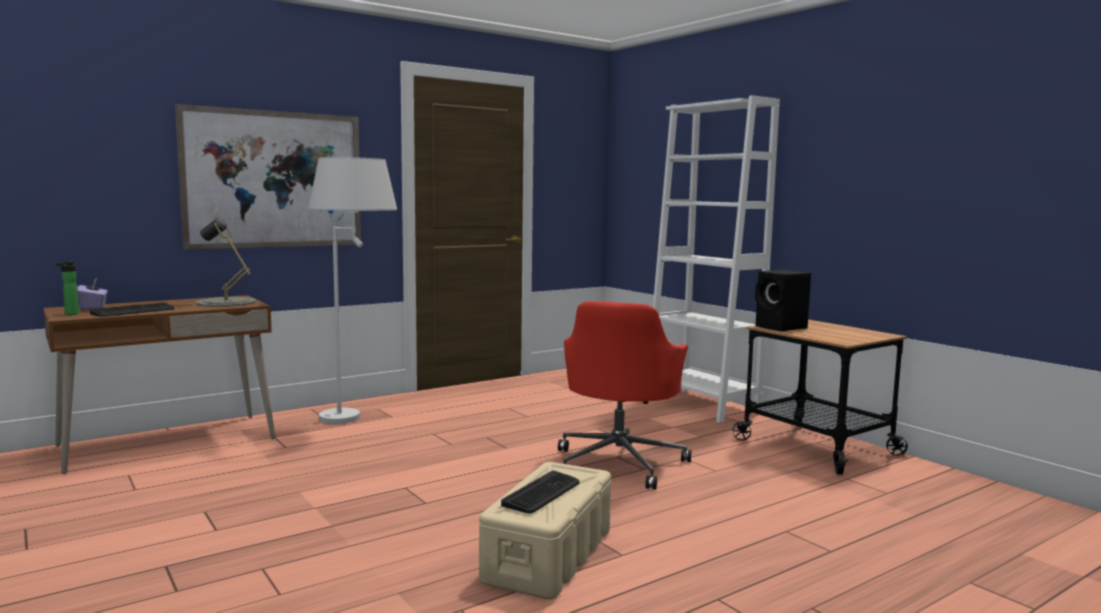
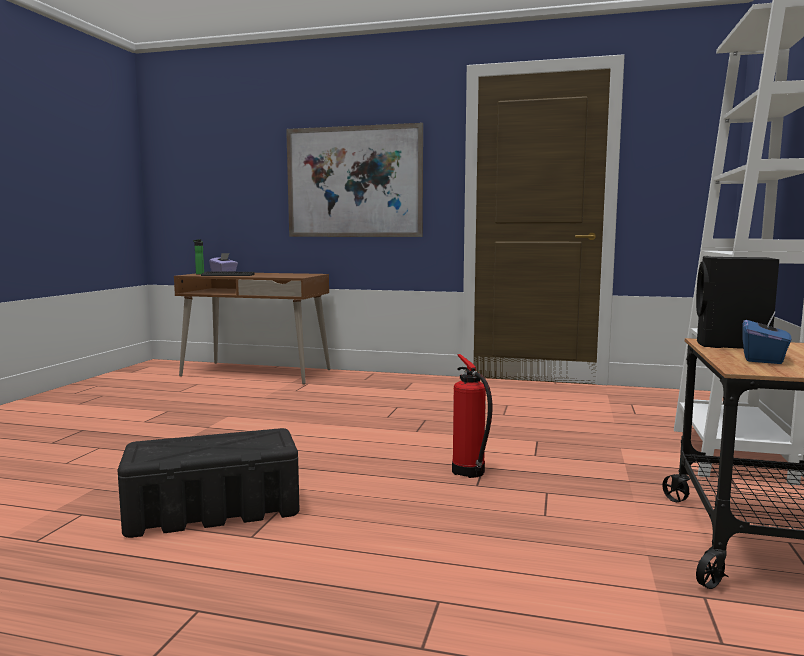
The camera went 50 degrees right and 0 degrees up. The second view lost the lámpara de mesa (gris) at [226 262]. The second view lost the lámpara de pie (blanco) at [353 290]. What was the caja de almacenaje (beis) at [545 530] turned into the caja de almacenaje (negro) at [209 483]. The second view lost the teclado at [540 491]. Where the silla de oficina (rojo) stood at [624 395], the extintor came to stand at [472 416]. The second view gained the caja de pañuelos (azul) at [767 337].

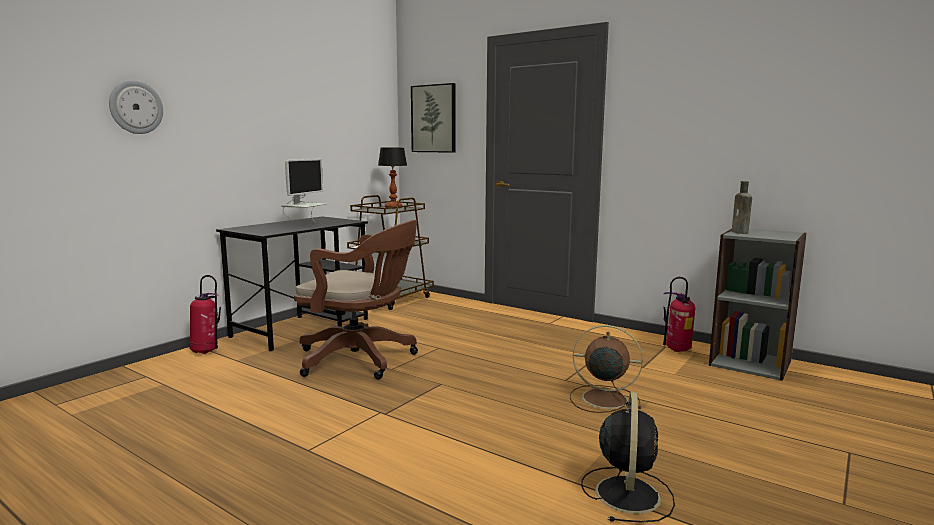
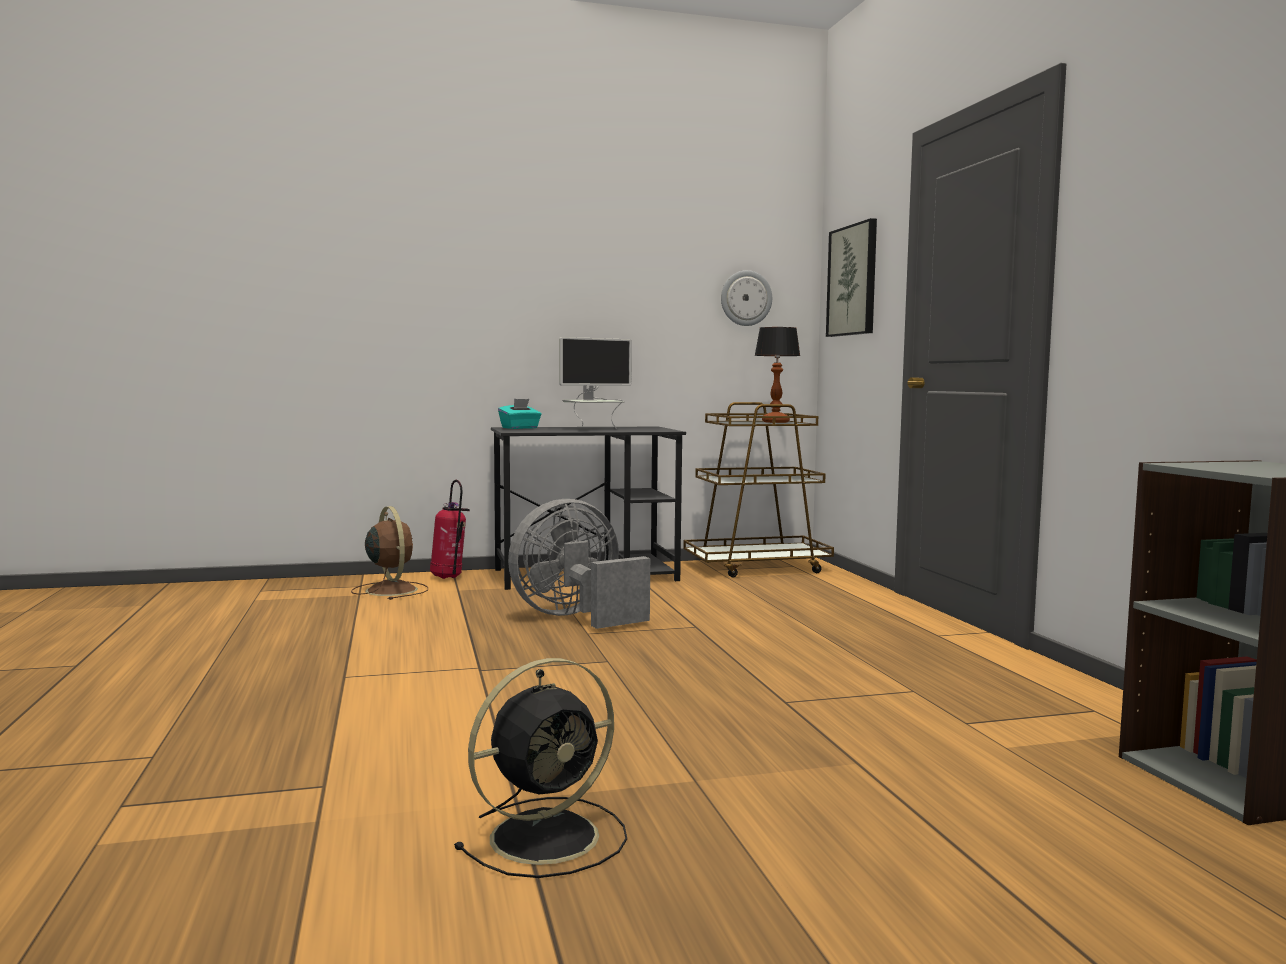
The camera went 40 degrees right and 5 degrees down. The reloj de pared ended up elsewhere, having gone from [136 107] to [746 298]. Where the silla de oficina (marrón) stood at [356 300], the ventilador (gris) came to stand at [579 564]. The ventilador (marrón) ended up elsewhere, having gone from [606 369] to [389 553]. The second view lost the extintor at [679 314]. The second view lost the botella (marrón) at [742 207]. The second view gained the caja de pañuelos (turquesa) at [520 414].

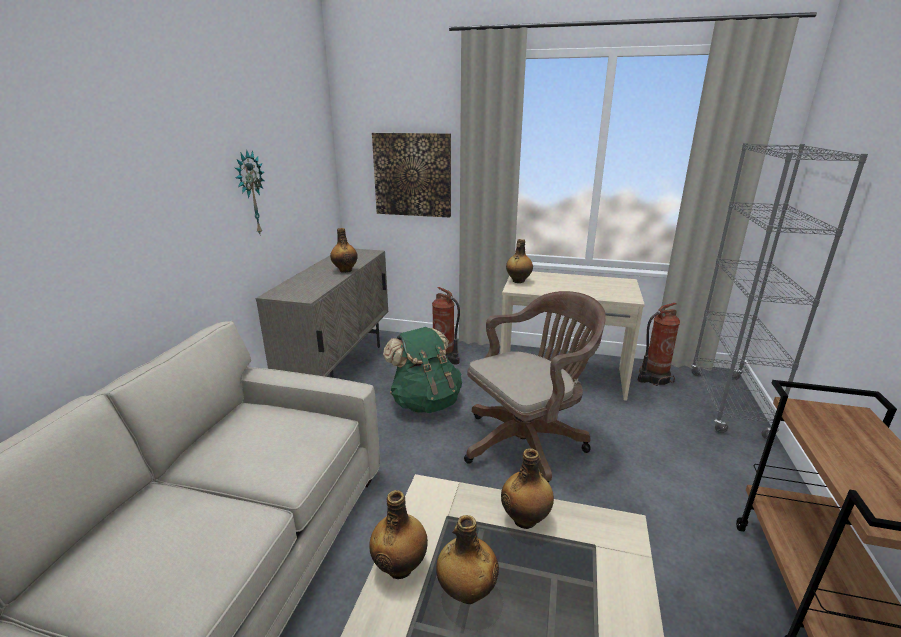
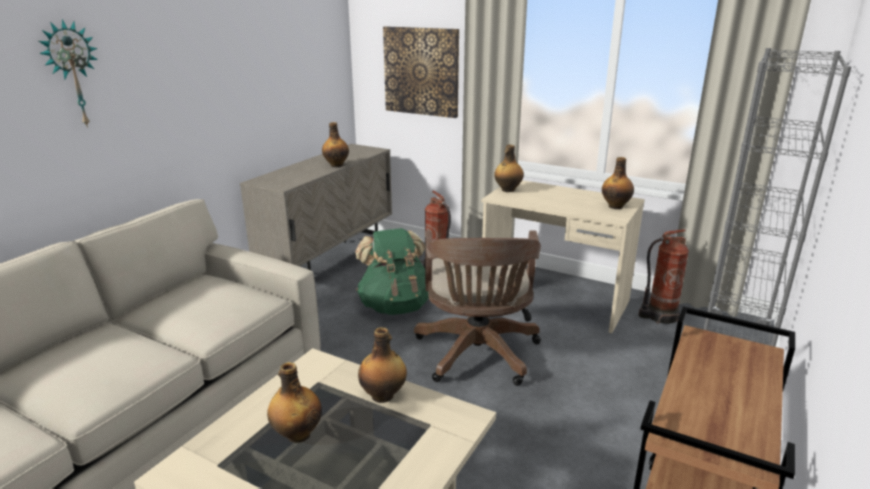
The camera went 15 degrees right and 0 degrees up. The reloj de pared ended up elsewhere, having gone from [249 192] to [68 73]. The botella ended up elsewhere, having gone from [398 534] to [618 183]. The silla de oficina (marrón) at [535 386] ended up facing another way, 105 degrees clockwise from before.

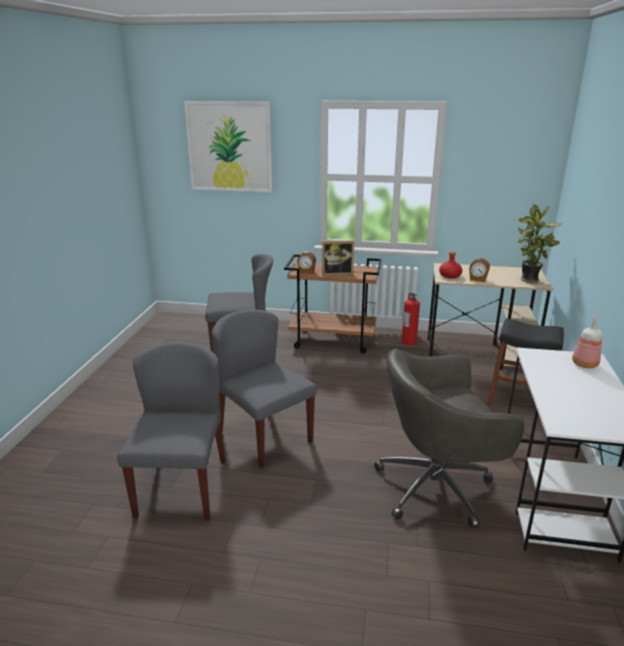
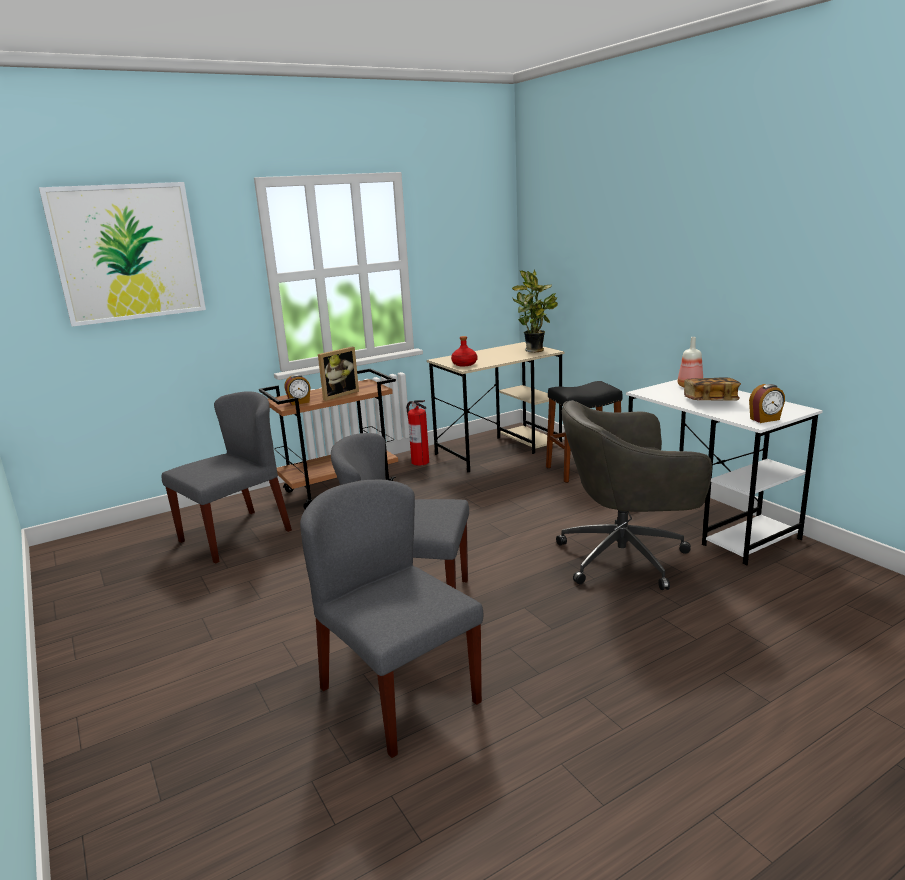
The camera went 40 degrees left and 5 degrees down. The silla de oficina (gris) at [449 438] ended up facing another way, 45 degrees clockwise from before. The despertador ended up elsewhere, having gone from [479 270] to [767 403]. The second view gained the libro at [712 388].

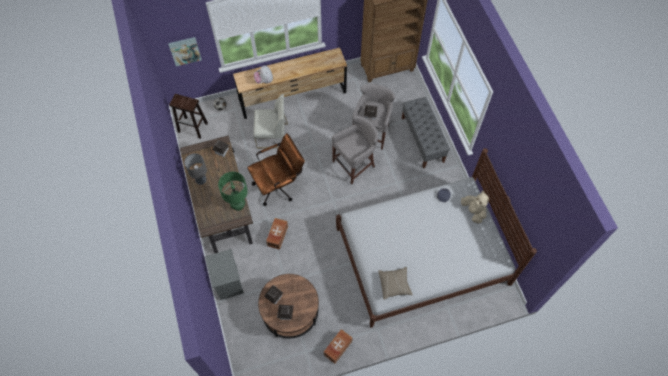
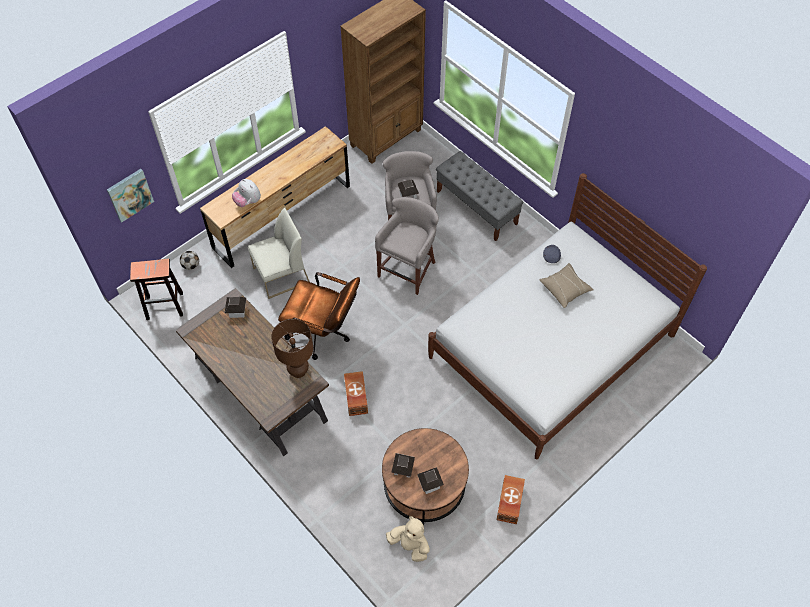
The camera went 25 degrees left and 5 degrees down. The second view lost the lámpara de mesa (gris) at [195 169]. The second view lost the mesita de noche (gris) at [224 274]. What was the lámpara de mesa (verde) at [233 191] turned into the lámpara de mesa (marrón) at [292 348]. The silla de oficina (marrón) at [276 169] ended up facing another way, 75 degrees clockwise from before. The cojín (beis) ended up elsewhere, having gone from [395 283] to [567 285]. The peluche (beis) ended up elsewhere, having gone from [475 206] to [408 539].

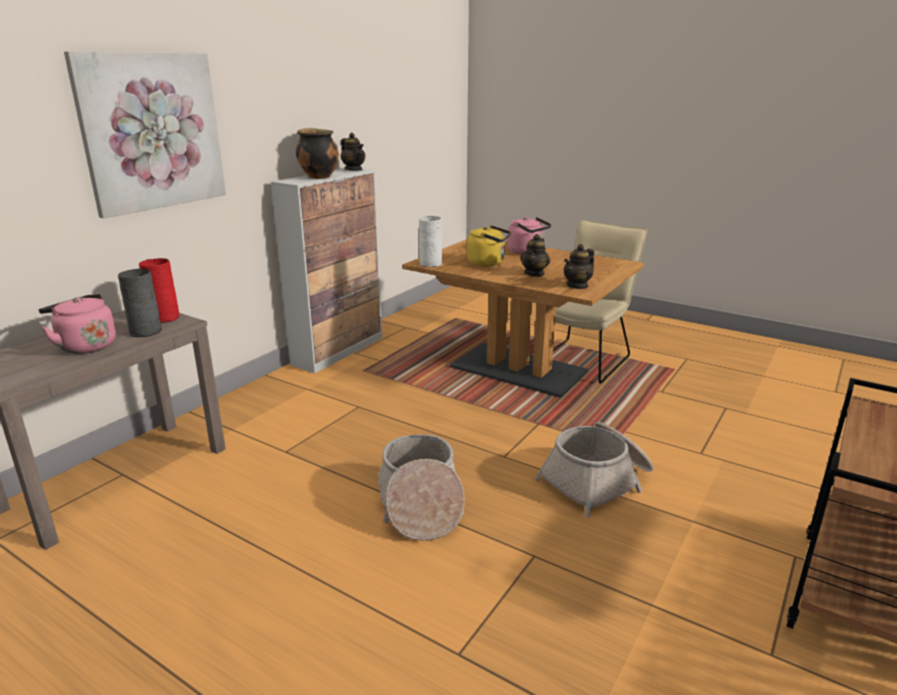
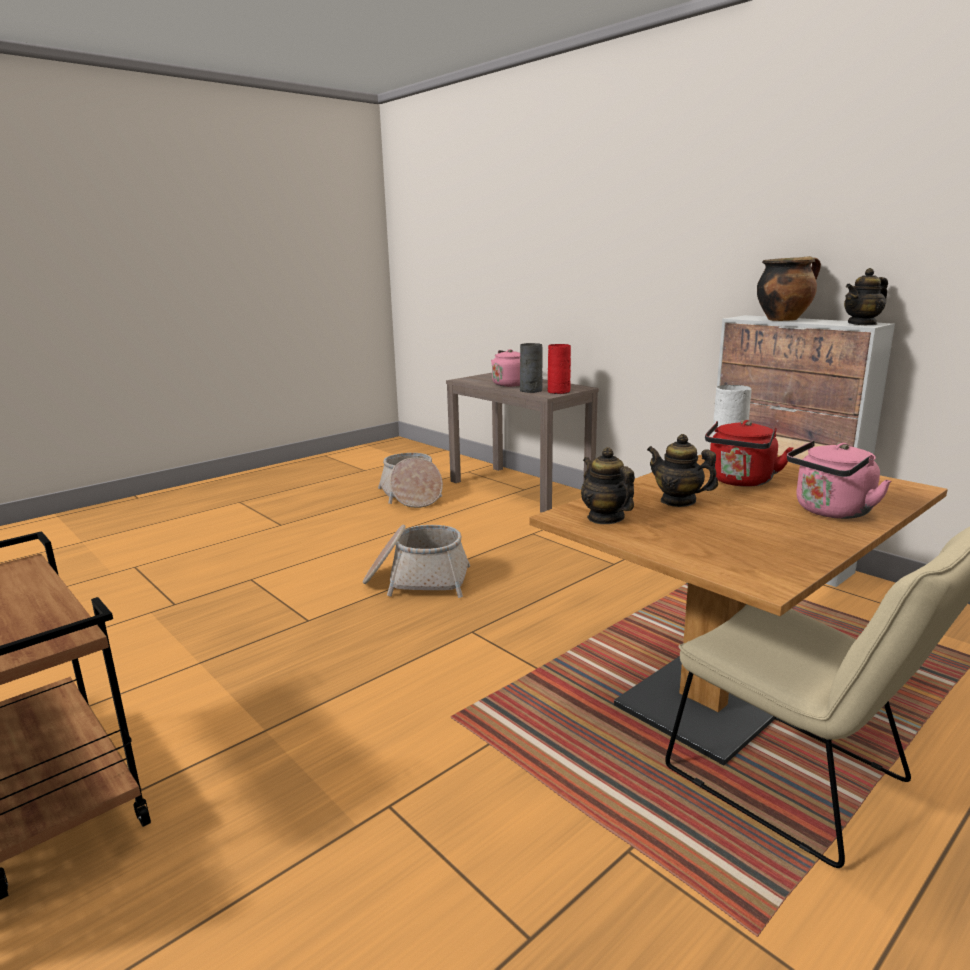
The camera went 105 degrees right and 5 degrees down. The second view lost the cuadro at [145 134]. What was the hervidor (amarillo) at [489 245] turned into the hervidor (rojo) at [749 453]. The cesta ended up elsewhere, having gone from [594 470] to [410 480].

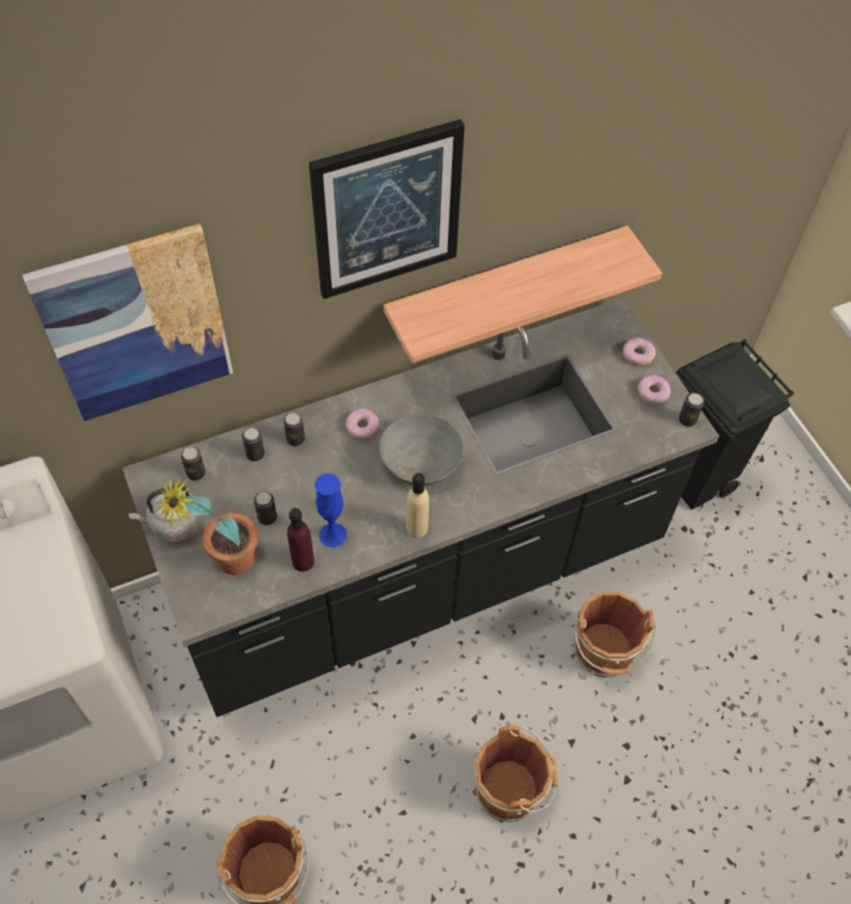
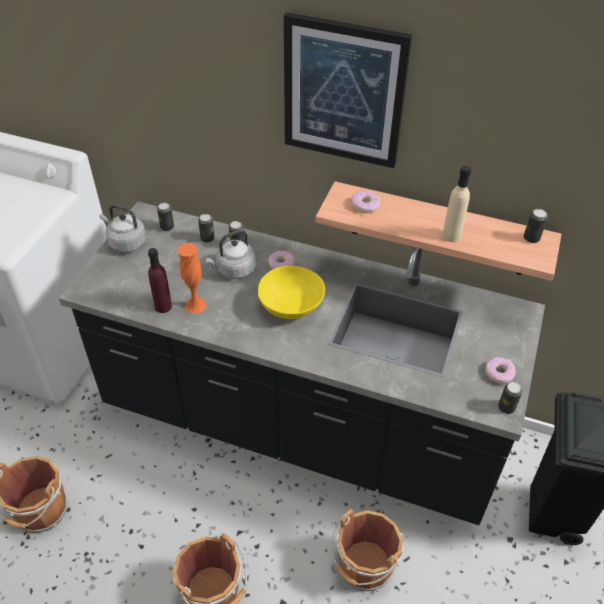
The camera went 45 degrees right and 10 degrees down. The second view lost the cuadro at [127 322]. The second view lost the planta en maceta at [207 526]. The lata ended up elsewhere, having gone from [265 508] to [536 226]. What was the florero (azul) at [330 510] turned into the florero (naranja) at [192 278]. What was the cuenco (gris) at [421 449] turned into the cuenco (amarillo) at [291 292]. The botella (beis) ended up elsewhere, having gone from [417 505] to [456 204]. The rosquilla ended up elsewhere, having gone from [639 351] to [365 201]. The second view gained the hervidor (gris) at [230 254].

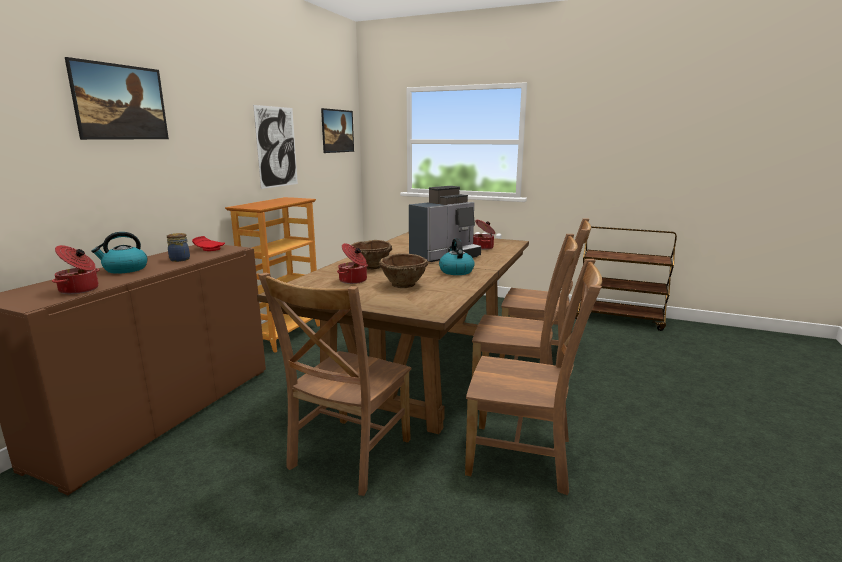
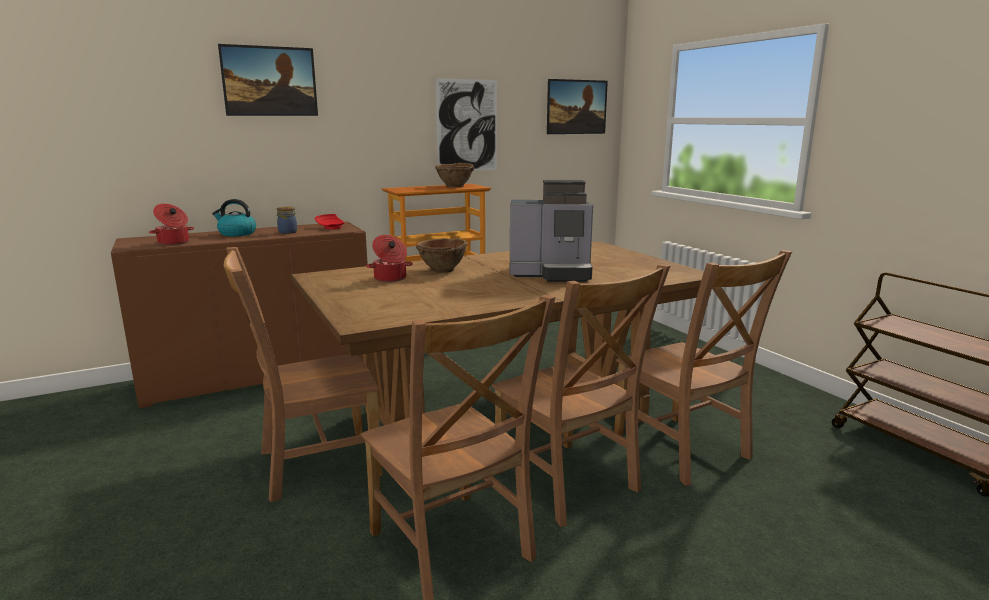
The camera went 40 degrees right and 0 degrees up. The cuenco (marrón) ended up elsewhere, having gone from [403 270] to [454 175]. The second view lost the hervidor at [457 256]. The second view lost the olla at [484 235].

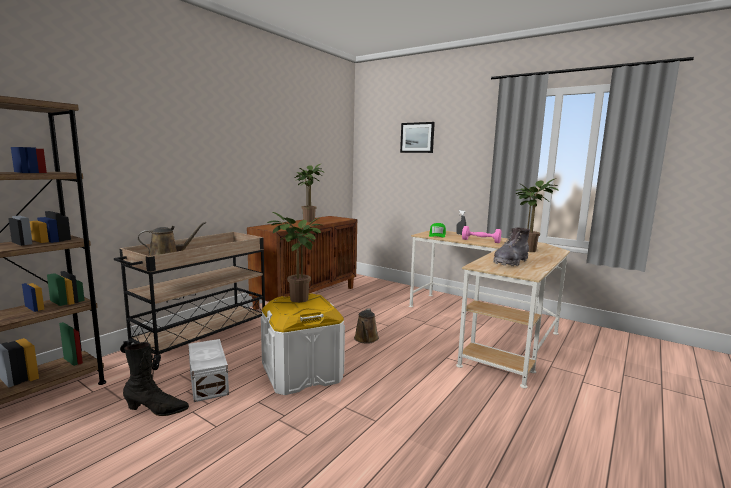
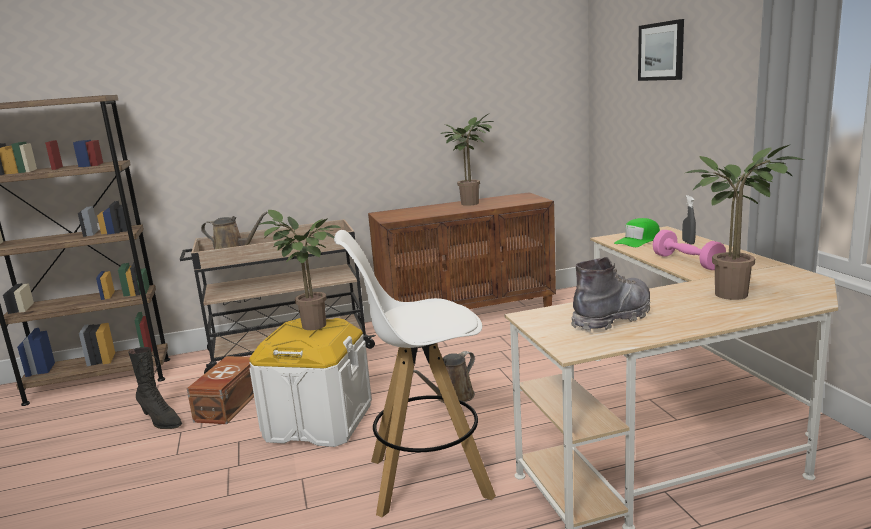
The camera went 40 degrees right and 5 degrees up. What was the caja de almacenaje (blanco) at [208 370] turned into the caja de almacenaje (marrón) at [220 390]. The bota (gris) at [511 246] ended up facing another way, 150 degrees clockwise from before. The second view gained the taburete (blanco) at [415 373].

